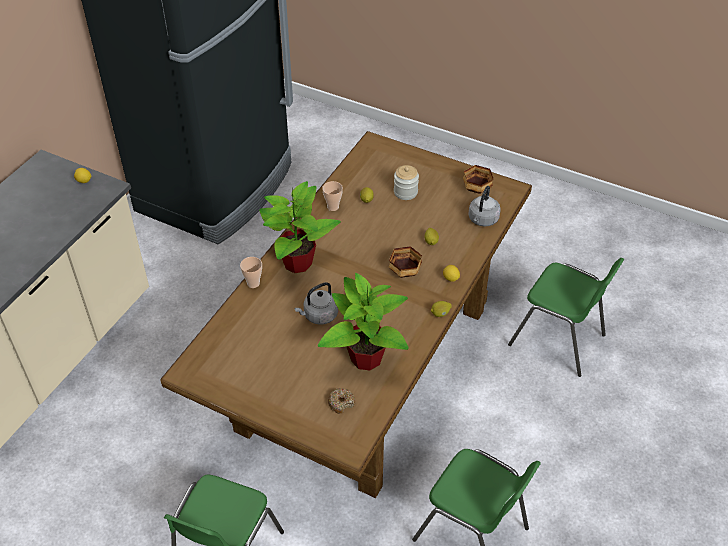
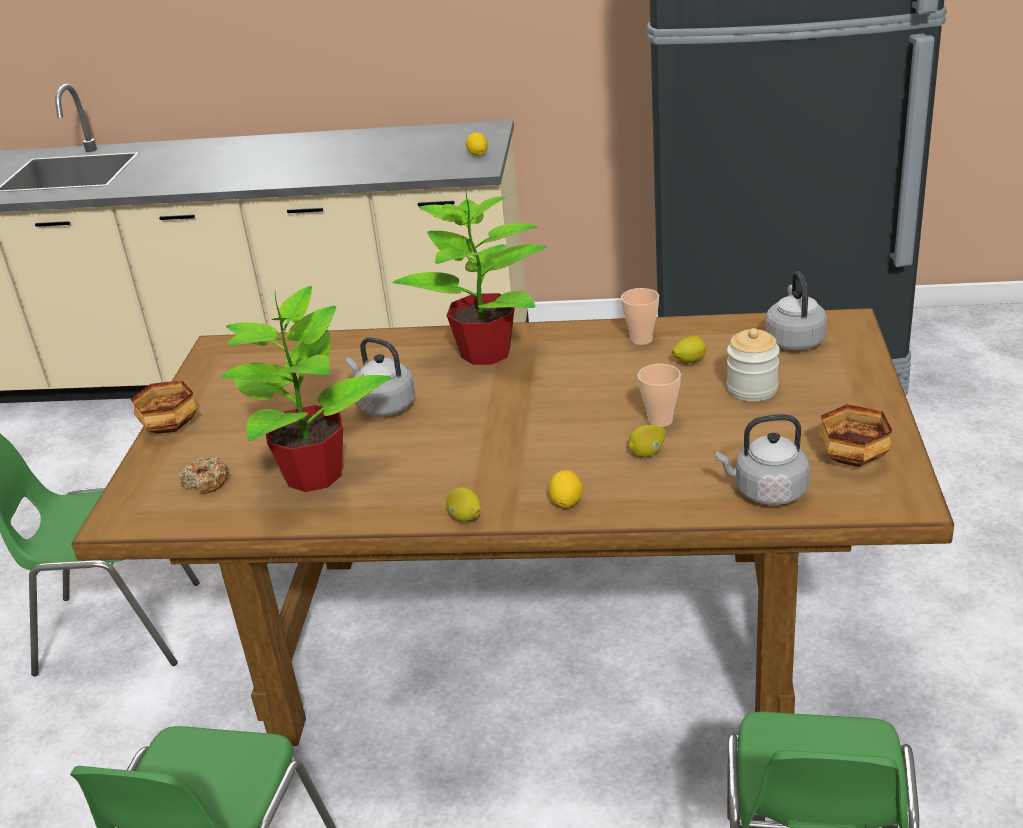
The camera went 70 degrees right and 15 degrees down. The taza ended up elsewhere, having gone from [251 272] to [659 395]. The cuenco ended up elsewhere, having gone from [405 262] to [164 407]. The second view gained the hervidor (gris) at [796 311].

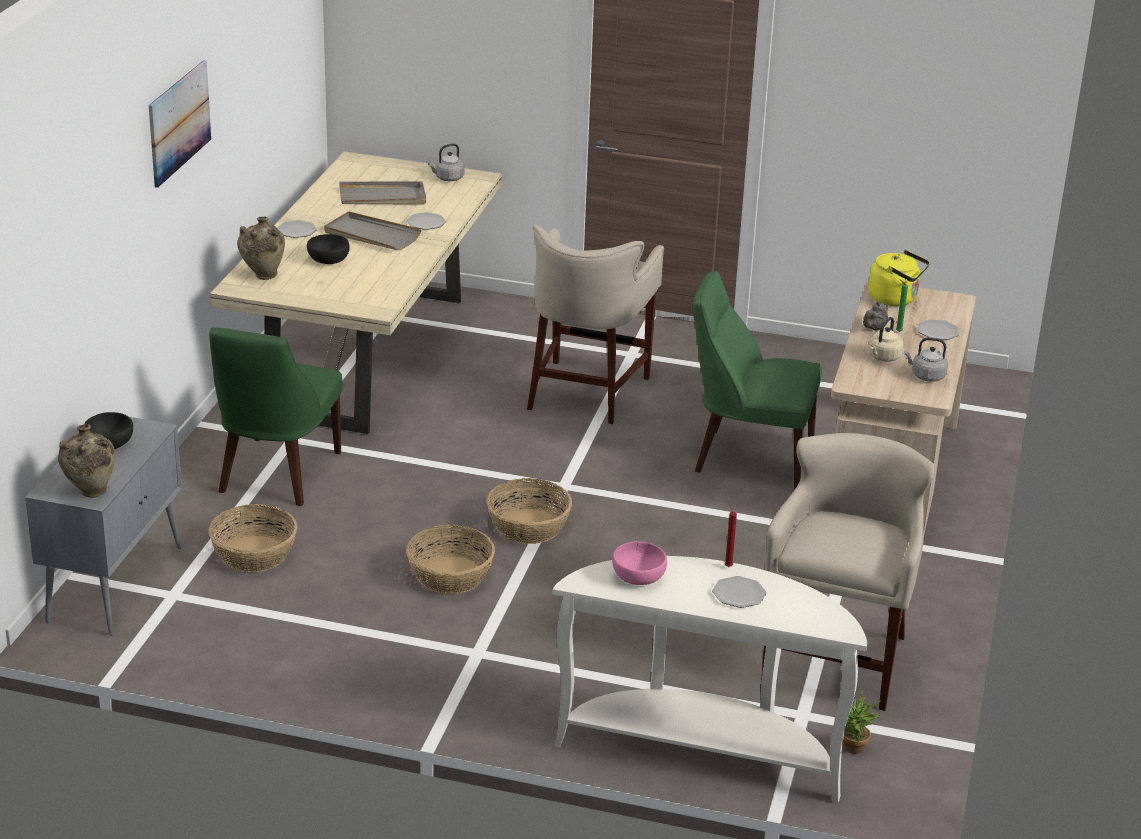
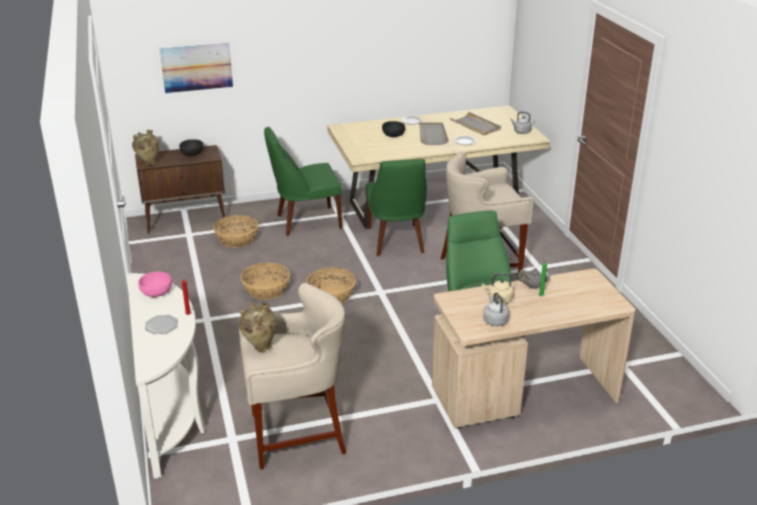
The camera went 60 degrees right and 0 degrees up. What was the armario (gris) at [103 526] turned into the armario (marrón) at [180 189]. The cuadro ended up elsewhere, having gone from [180 124] to [196 68]. The florero (beis) ended up elsewhere, having gone from [261 248] to [257 327]. The second view lost the planta en maceta at [862 722]. The second view lost the hervidor (amarillo) at [899 278]. The second view lost the plato at [938 329]. The second view gained the silla (verde) at [396 207].

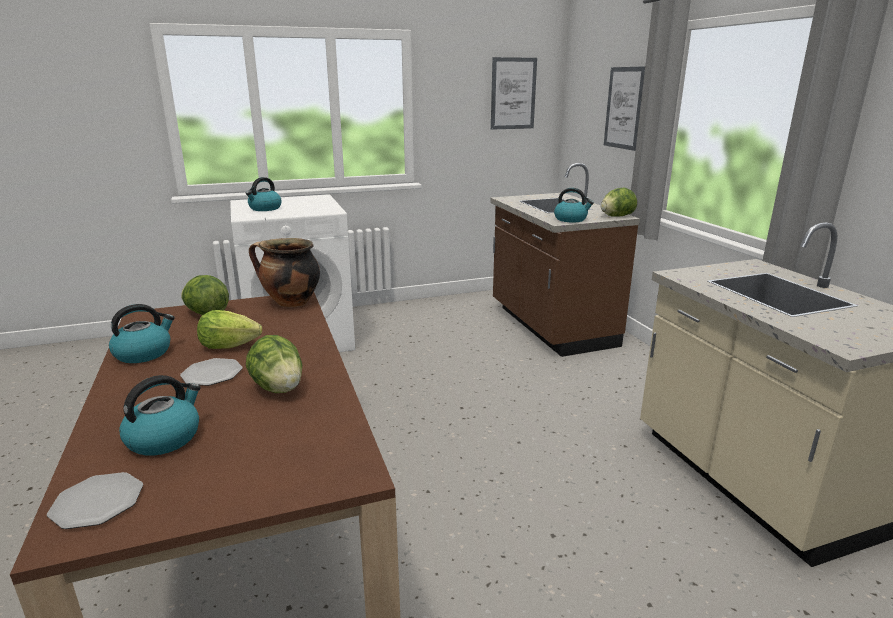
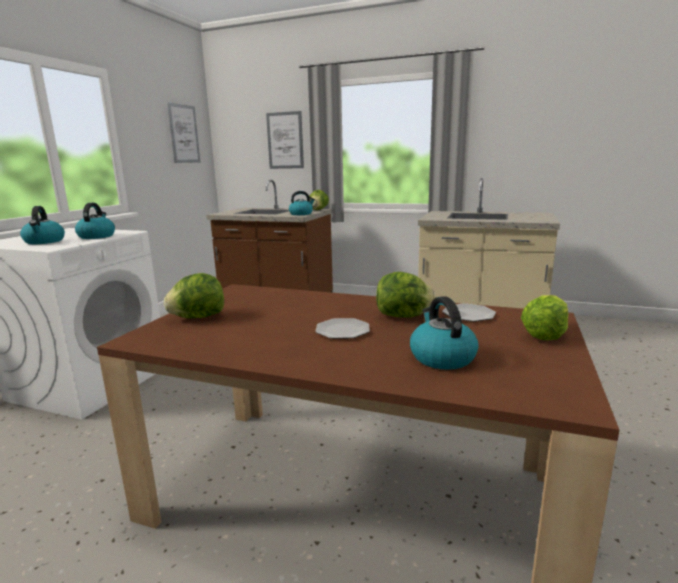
The camera went 50 degrees left and 5 degrees down. The plato ended up elsewhere, having gone from [95 500] to [469 312]. The hervidor ended up elsewhere, having gone from [142 333] to [95 221]. The lechuga ended up elsewhere, having gone from [229 329] to [544 317]. The second view lost the olla at [284 272].

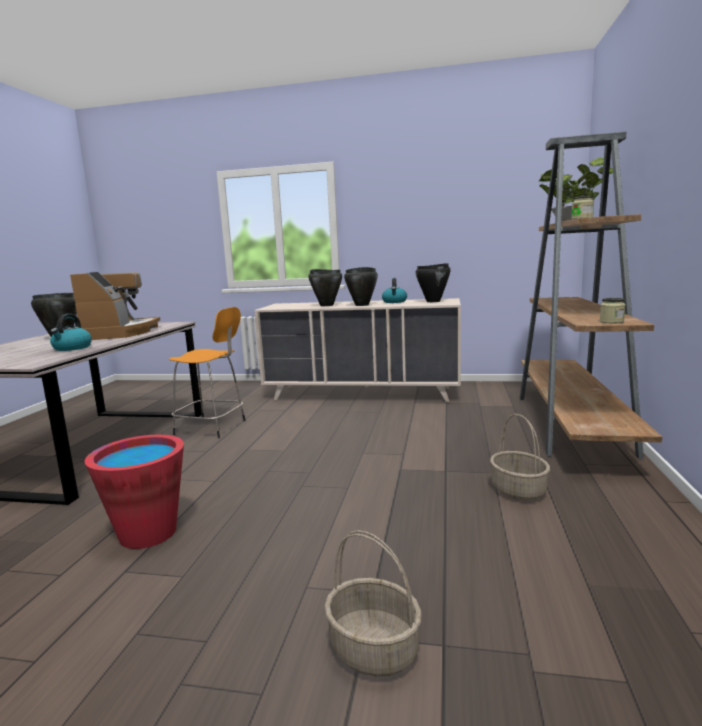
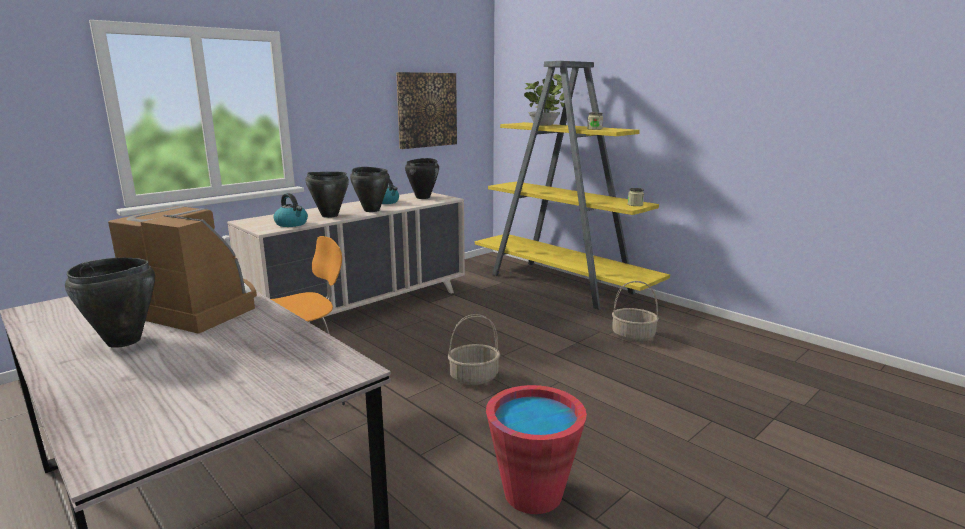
The camera went 55 degrees left and 5 degrees up. The hervidor ended up elsewhere, having gone from [71 332] to [290 210]. The cesta ended up elsewhere, having gone from [373 603] to [474 349]. What was the estantería (marrón) at [591 295] turned into the estantería (amarillo) at [572 185]. The second view gained the cuadro at [426 110].

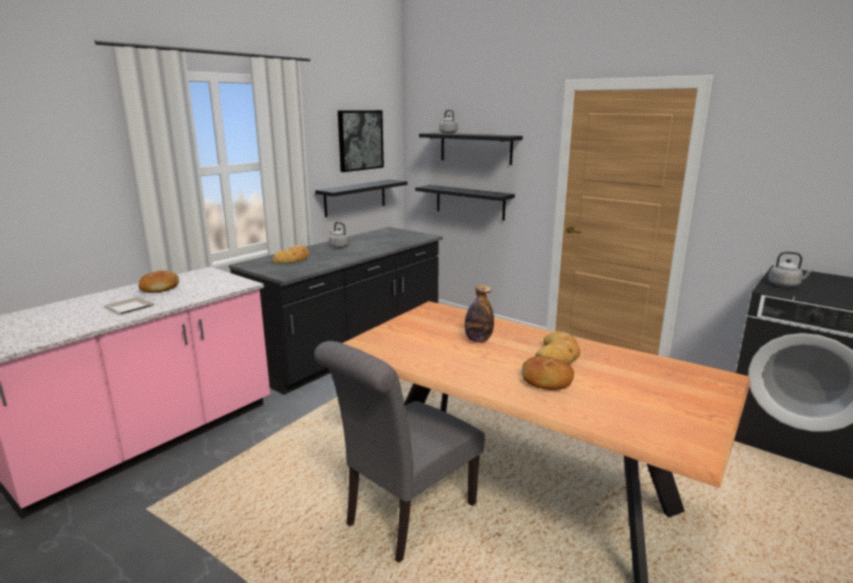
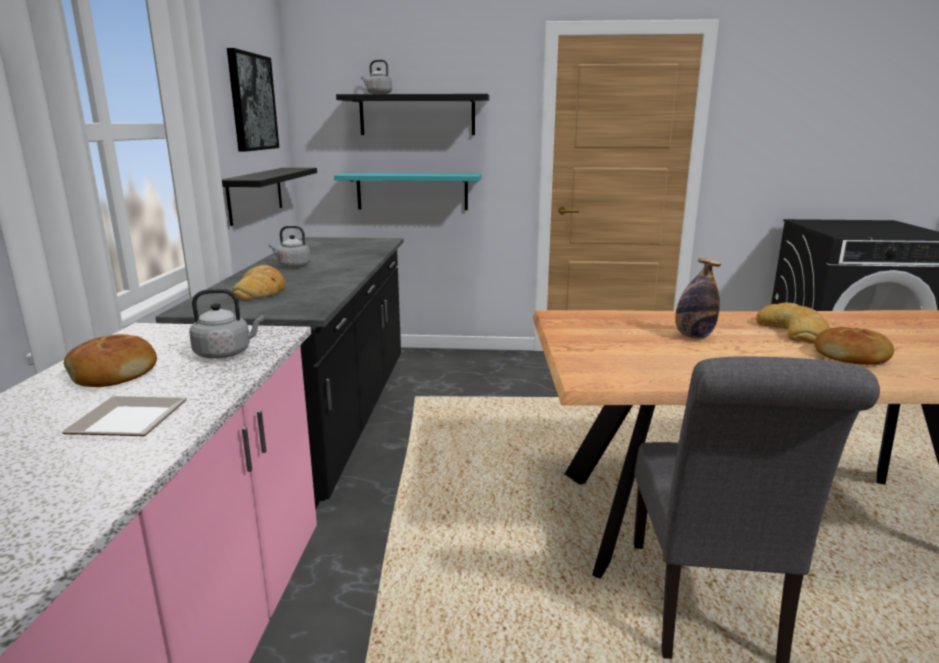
The camera went 35 degrees left and 0 degrees up. What was the estante (negro) at [465 203] turned into the estante (turquesa) at [407 191]. The hervidor (gris) ended up elsewhere, having gone from [791 269] to [226 324].

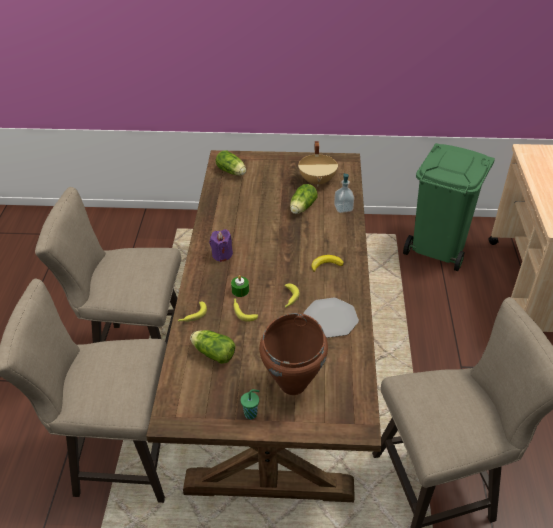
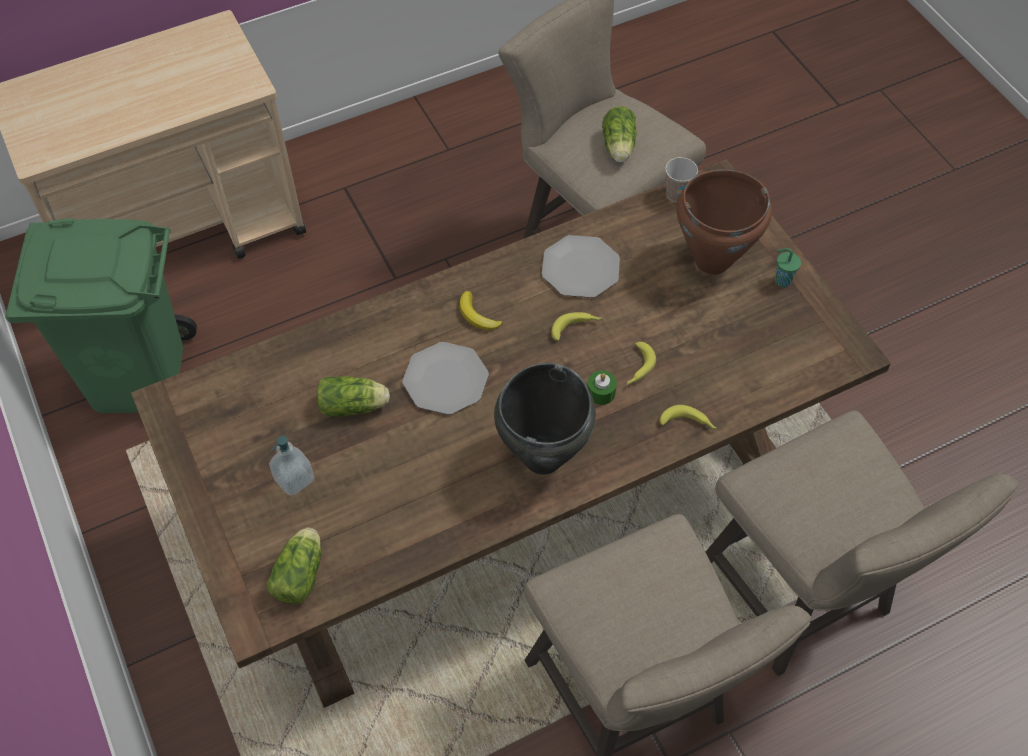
The camera went 120 degrees left and 15 degrees up. The lechuga ended up elsewhere, having gone from [213 347] to [619 134]. Where the vela (morado) stood at [221 245], the olla (negro) came to stand at [545 419]. The second view lost the olla (beis) at [318 164]. The dispensador de jabón ended up elsewhere, having gone from [344 193] to [291 466]. The second view gained the plato at [445 378]. The second view gained the taza at [681 179].

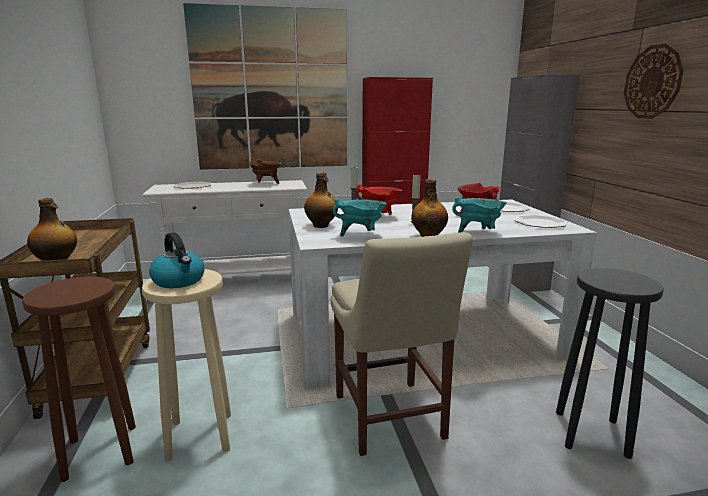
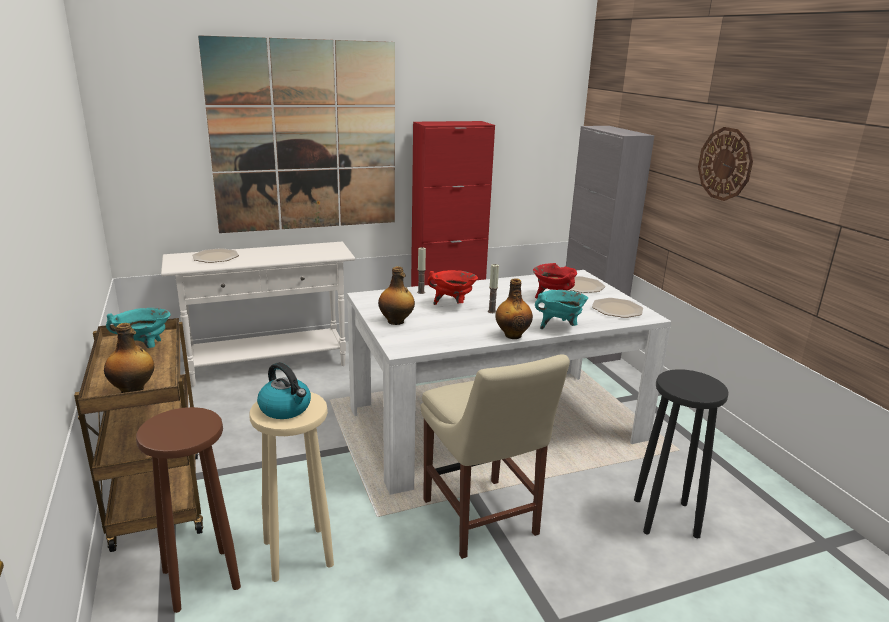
The camera went 10 degrees left and 5 degrees up. The second view lost the olla (marrón) at [265 171]. The olla (turquesa) ended up elsewhere, having gone from [360 218] to [138 328].

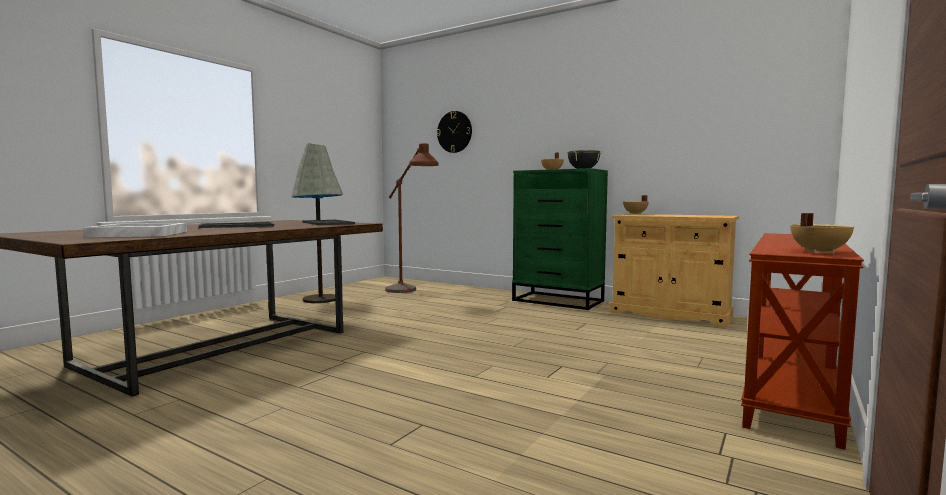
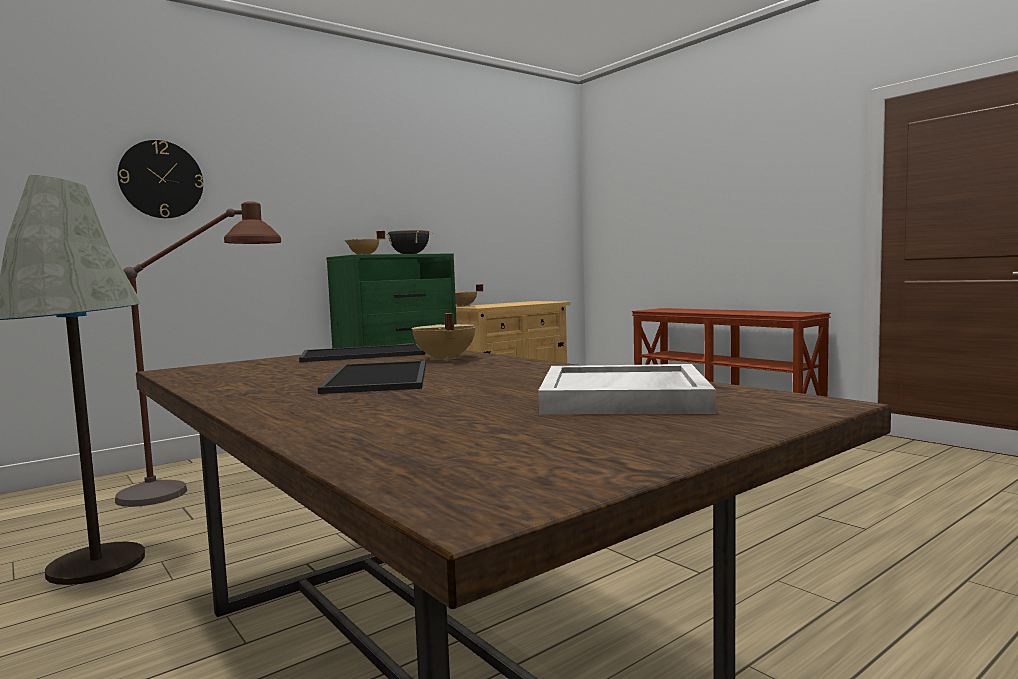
The camera went 70 degrees left and 0 degrees up. The olla (beis) ended up elsewhere, having gone from [822 233] to [444 337].

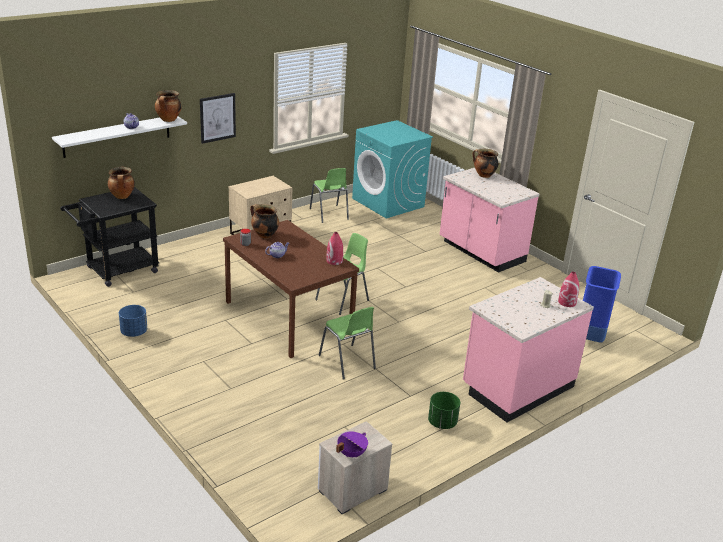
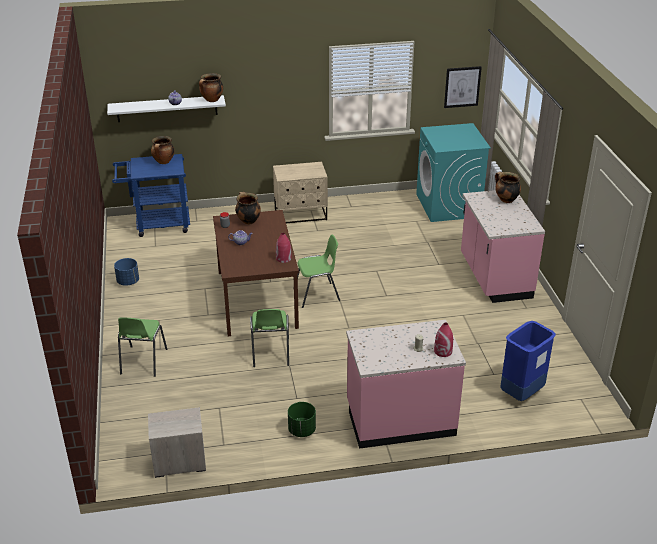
The camera went 30 degrees right and 5 degrees up. What was the carrito (negro) at [109 237] turned into the carrito (azul) at [151 195]. The cuadro ended up elsewhere, having gone from [218 118] to [463 87]. The silla (verde) ended up elsewhere, having gone from [329 195] to [142 347]. The second view lost the olla (morado) at [352 444].

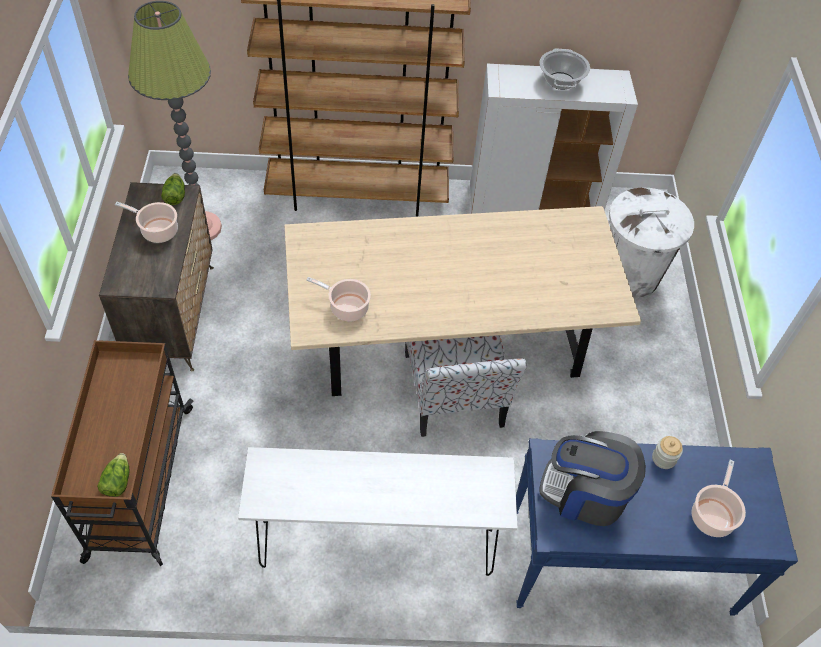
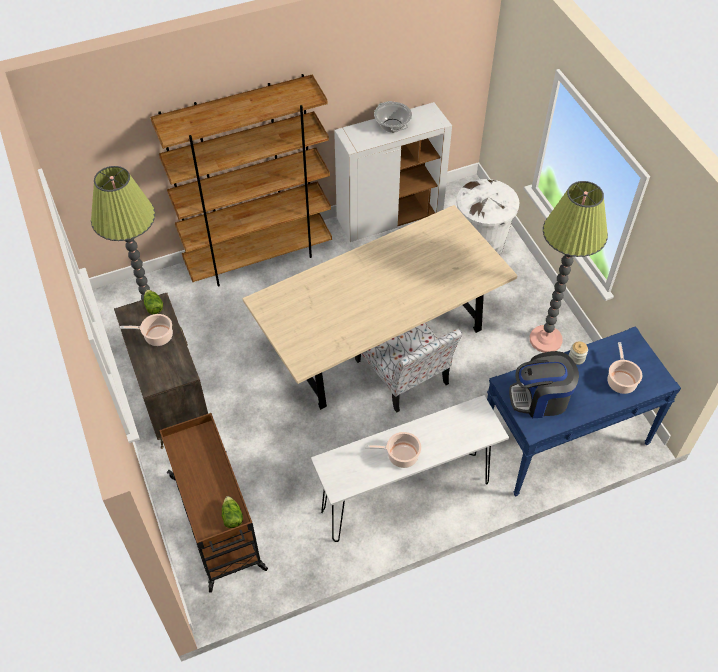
The camera went 20 degrees left and 0 degrees up. The olla ended up elsewhere, having gone from [338 299] to [393 450]. The second view gained the lámpara de pie at [569 267].

